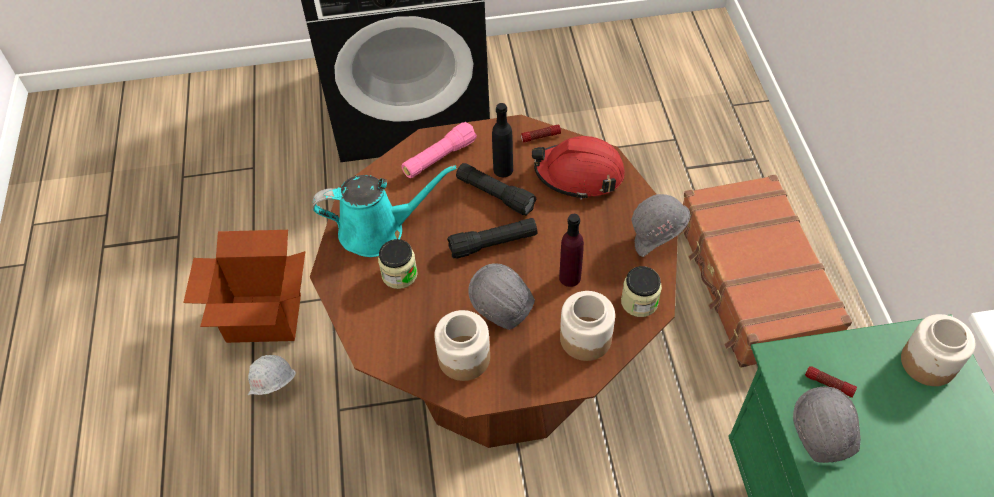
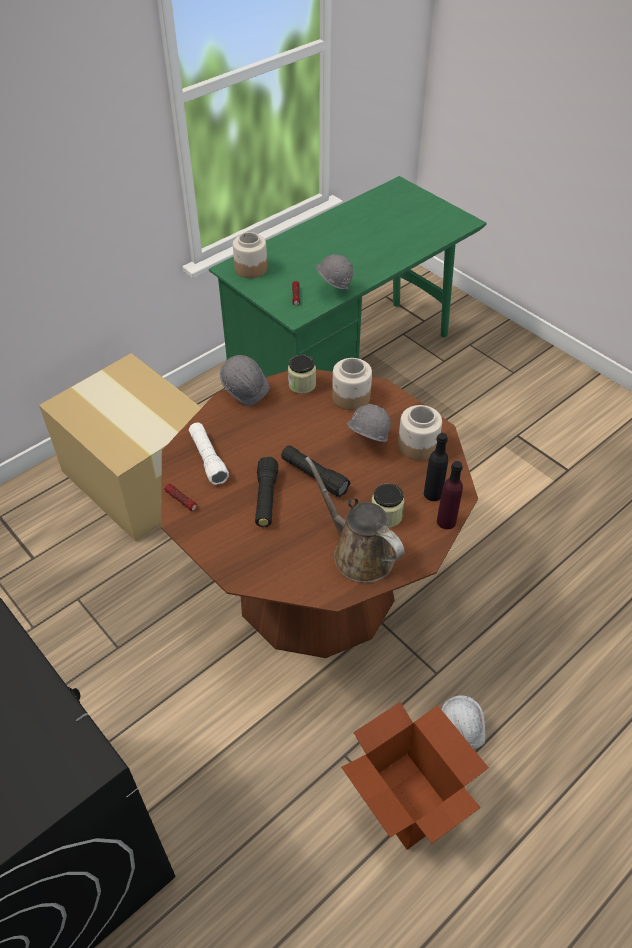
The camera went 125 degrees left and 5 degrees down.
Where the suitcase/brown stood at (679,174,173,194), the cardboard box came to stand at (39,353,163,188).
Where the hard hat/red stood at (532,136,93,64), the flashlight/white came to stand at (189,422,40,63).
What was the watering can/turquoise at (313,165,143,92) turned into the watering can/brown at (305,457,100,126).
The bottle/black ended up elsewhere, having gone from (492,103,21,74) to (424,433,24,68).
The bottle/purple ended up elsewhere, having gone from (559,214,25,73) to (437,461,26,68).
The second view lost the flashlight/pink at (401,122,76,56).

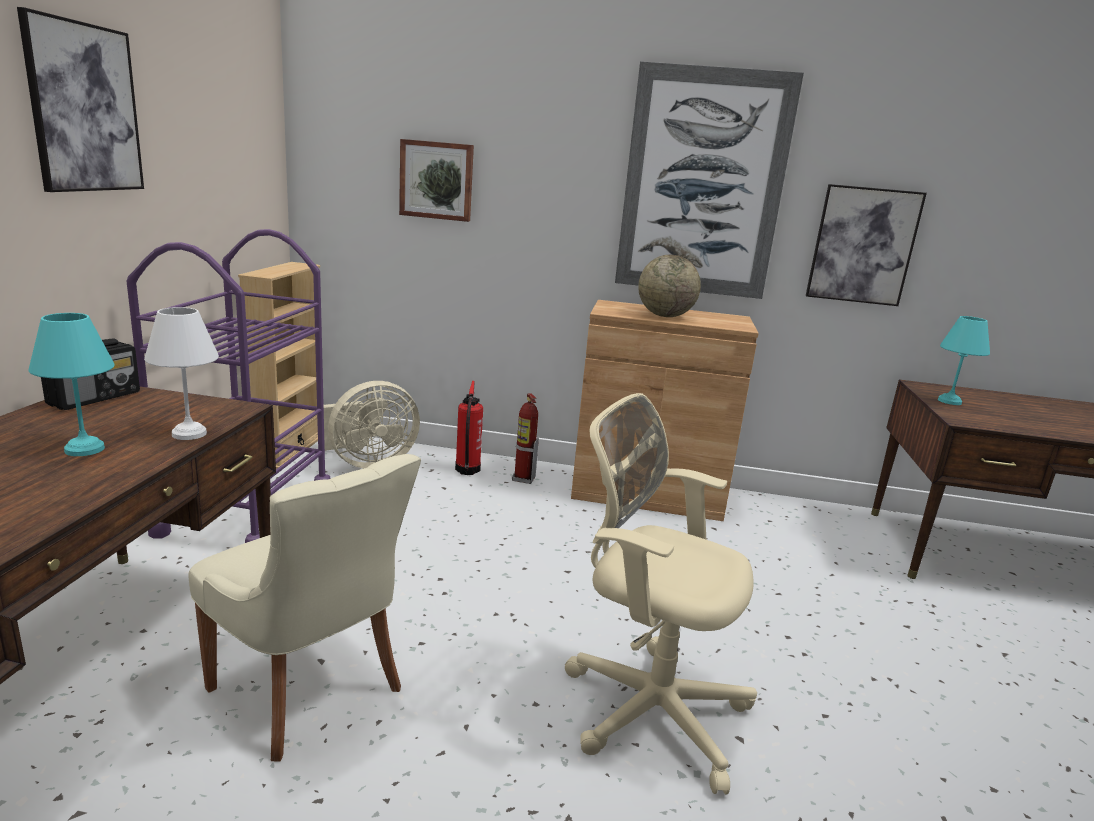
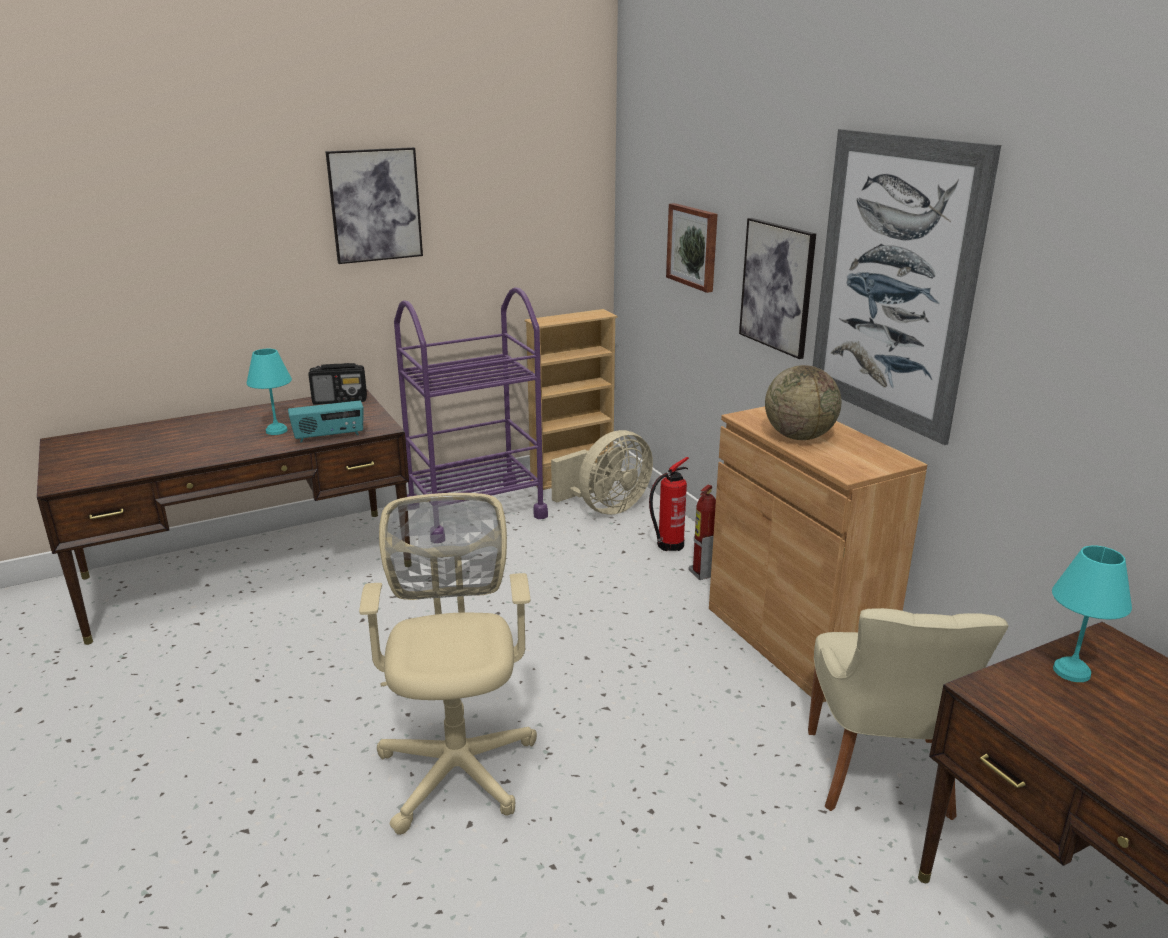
The camera went 55 degrees right and 5 degrees up.
Where the table lamp/white stood at (144,307,75,133), the radio came to stand at (288,400,76,42).
The fan/beige at (324,381,96,88) ended up facing another way, 60 degrees counterclockwise from before.
The picture ended up elsewhere, having gone from (806,184,121,122) to (739,218,77,141).
The chair/beige ended up elsewhere, having gone from (188,454,233,307) to (808,608,201,212).

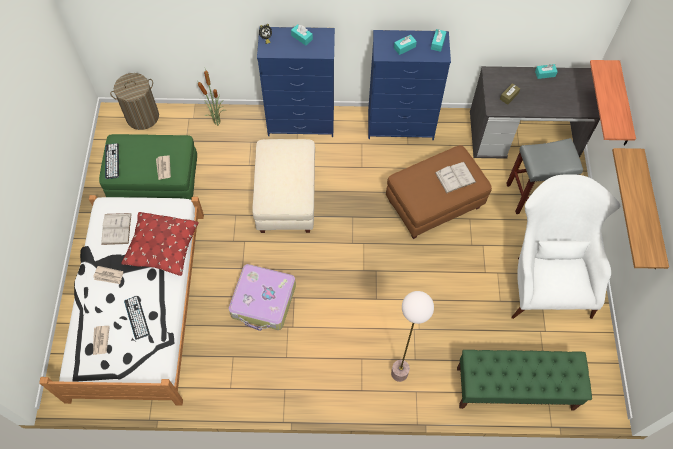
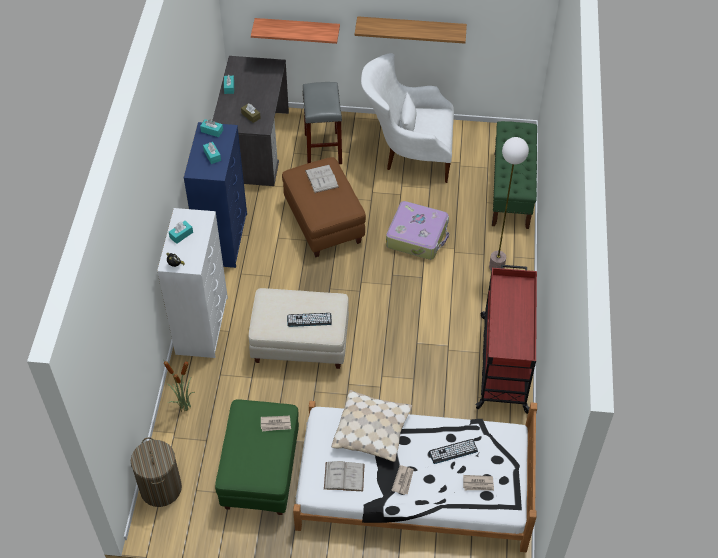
The camera went 85 degrees left and 10 degrees down.
What was the dresser/blue at (257,27,78,110) turned into the dresser/white at (157,208,71,150).
The keyboard ended up elsewhere, having gone from (105,143,14,36) to (287,313,45,14).
What was the pillow/red at (121,212,78,64) turned into the pillow/beige at (331,390,81,72).
The suitcase ended up elsewhere, having gone from (229,264,67,67) to (386,201,63,59).
The second view gained the cart/red at (475,265,62,149).

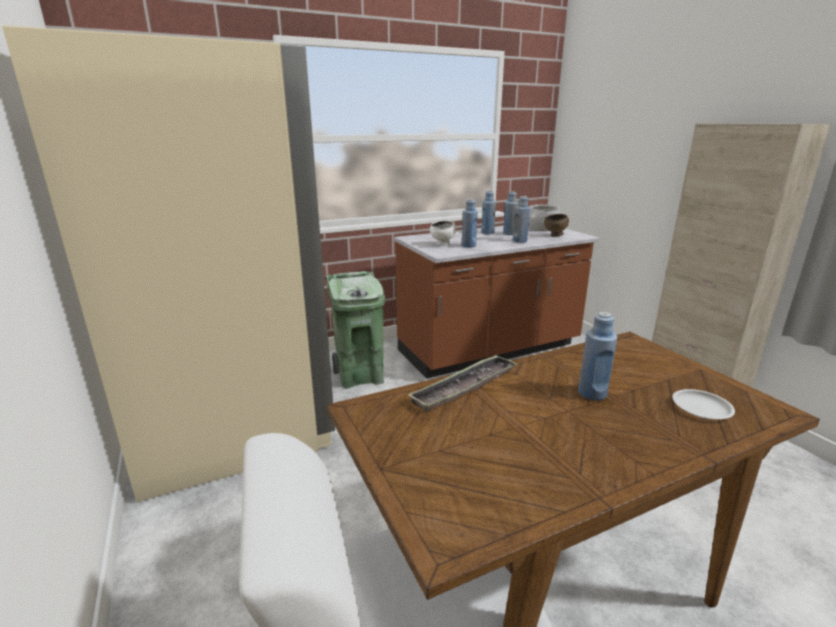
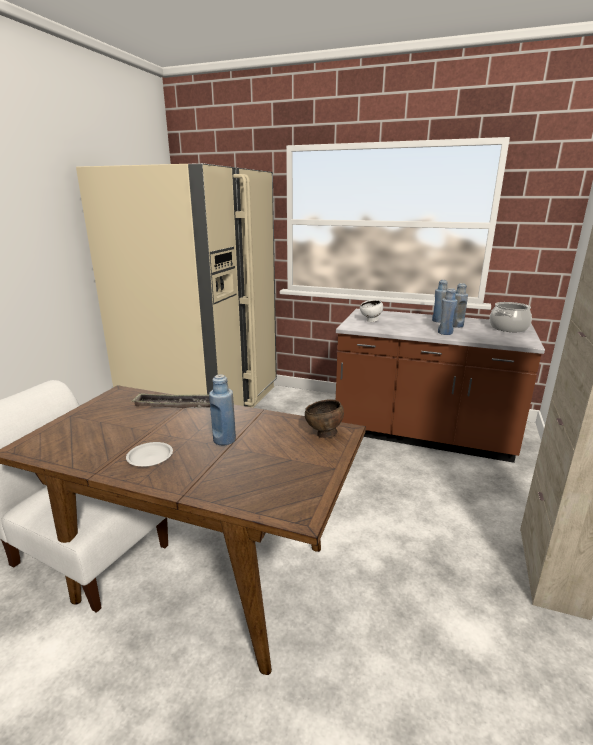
The camera went 45 degrees right and 0 degrees up.
The plate/white ended up elsewhere, having gone from (672,389,63,31) to (126,442,47,25).
The bowl/brown ended up elsewhere, having gone from (544,214,25,23) to (305,399,39,39).
The second view lost the trash can/green at (325,271,60,117).
The second view lost the bottle/blue at (461,199,17,49).

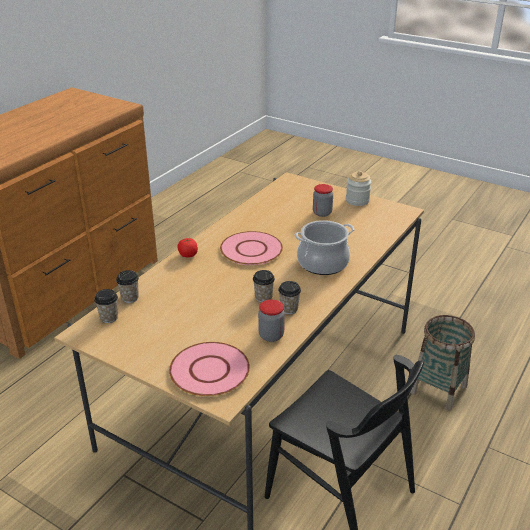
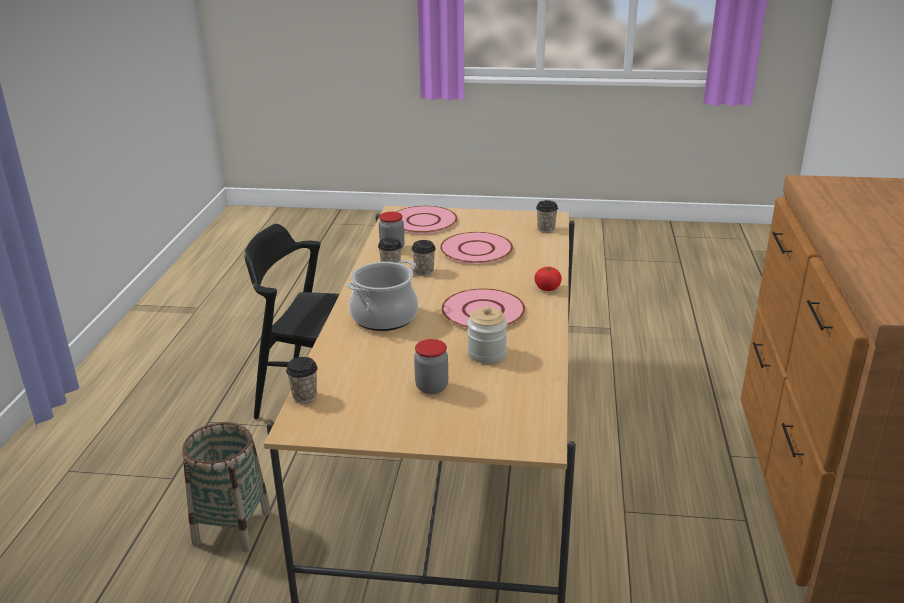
The camera went 155 degrees right and 5 degrees down.
The cup ended up elsewhere, having gone from (116,270,23,33) to (286,357,32,46).
The second view gained the plate/pink at (440,232,73,32).
The jar ended up elsewhere, having gone from (346,171,25,35) to (467,306,40,57).

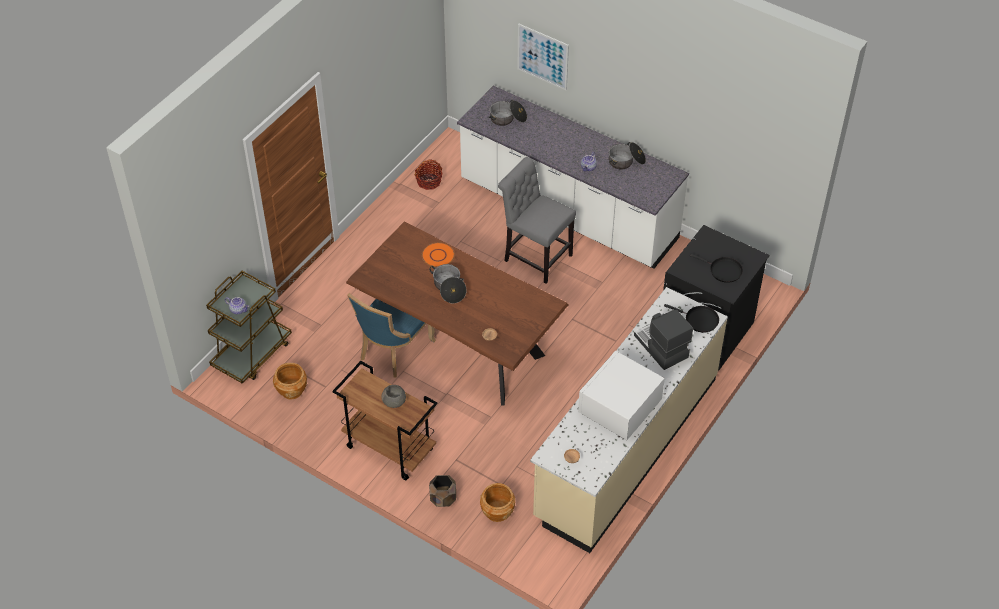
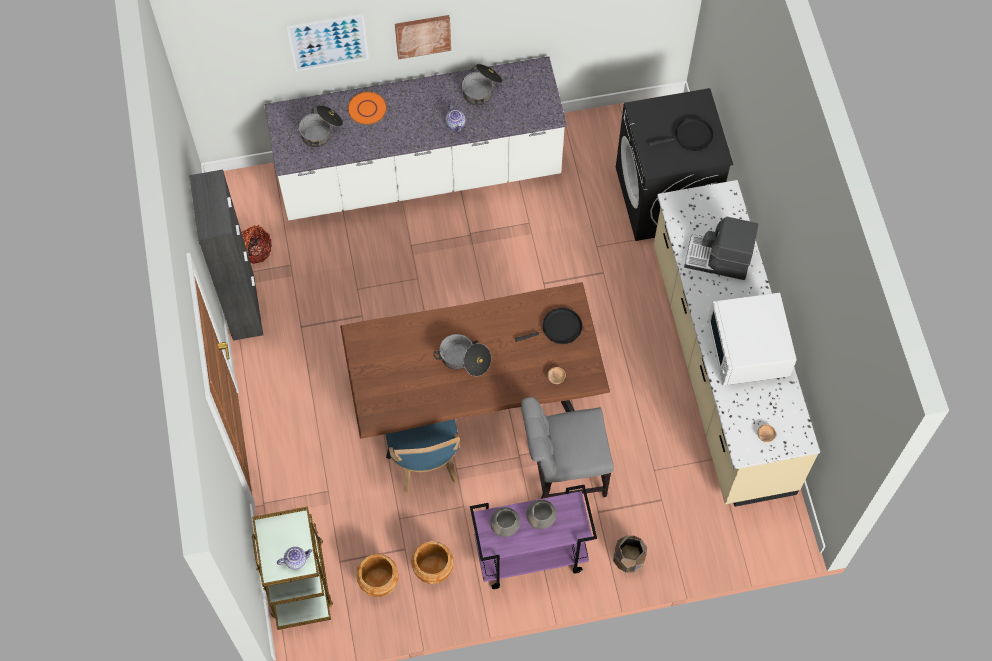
The camera went 45 degrees left and 15 degrees up.
The second view gained the cabinet/black at (189,170,74,171).
The plate/orange ended up elsewhere, having gone from (422,243,33,24) to (348,91,39,34).
The second view gained the picture at (395,15,56,44).
The planter/brown ended up elsewhere, having gone from (480,483,35,39) to (411,541,43,43).
What was the cart/brown at (332,361,105,119) turned into the cart/purple at (470,485,127,104).
The second view gained the bowl/grey at (490,507,30,30).
The frying pan/black ended up elsewhere, having gone from (664,304,55,29) to (515,308,67,36).
The chair/grey ended up elsewhere, having gone from (498,157,78,127) to (521,397,93,102).

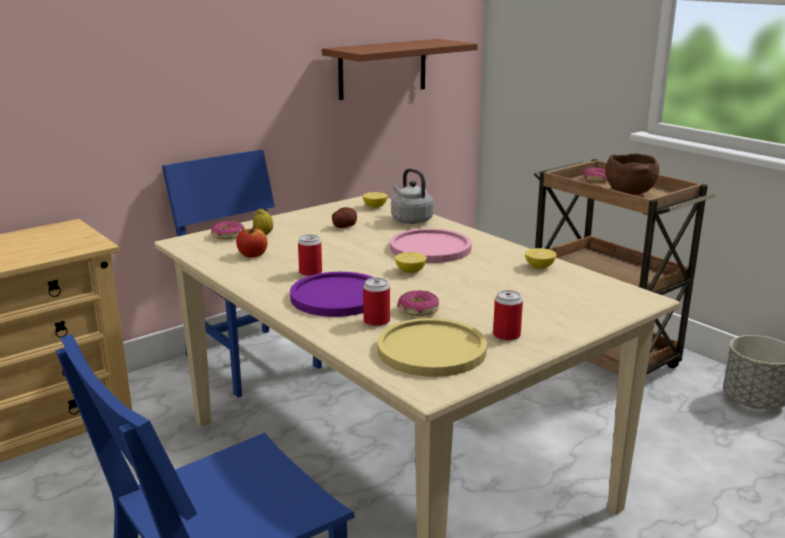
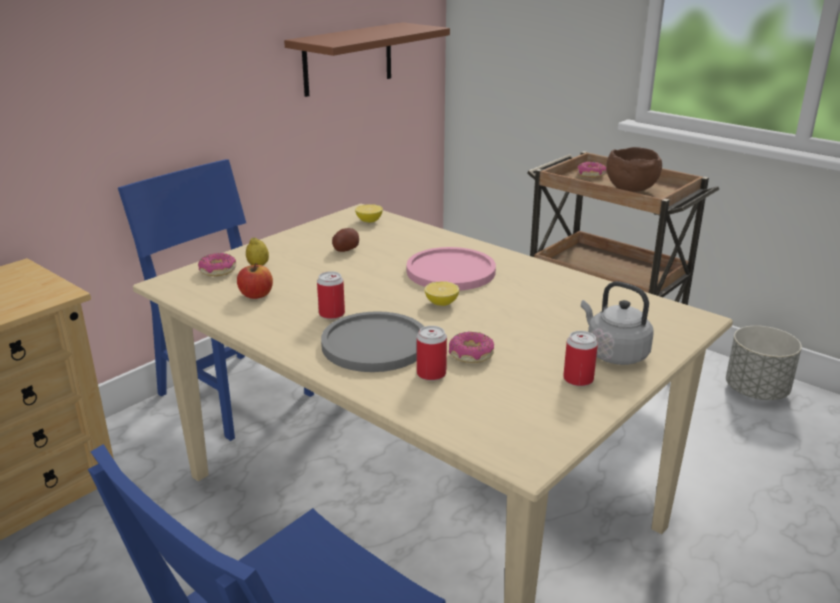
The camera went 10 degrees left and 5 degrees up.
What was the plate/purple at (290,272,84,45) turned into the plate/grey at (321,311,103,61).
The kettle/grey ended up elsewhere, having gone from (391,168,43,56) to (581,281,73,84).
The second view lost the plate/yellow at (377,318,110,59).
The second view lost the lemon at (525,248,31,21).

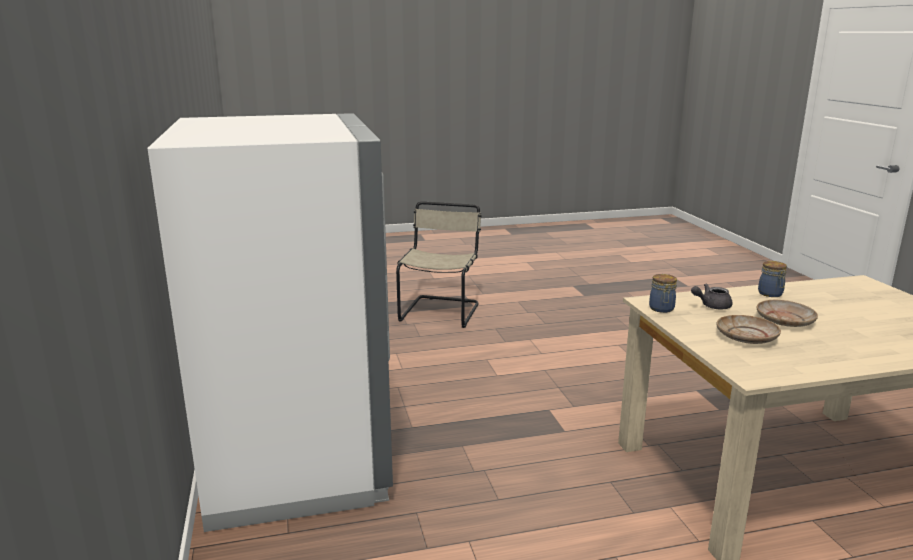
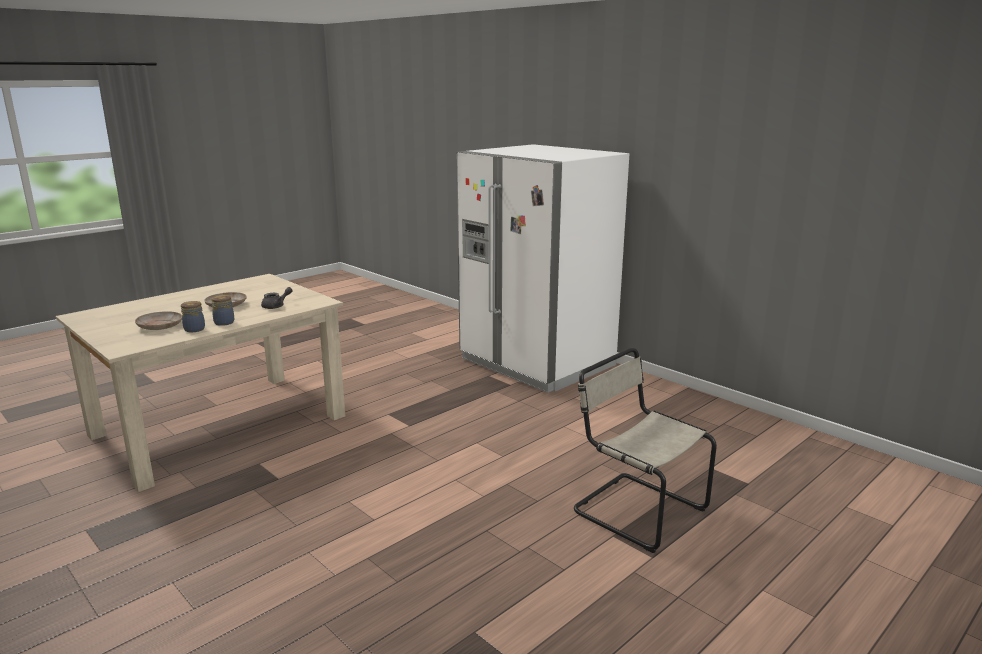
The camera went 150 degrees right and 0 degrees up.
The plate/beige ended up elsewhere, having gone from (717,315,64,29) to (135,311,47,19).
The jar ended up elsewhere, having gone from (649,274,28,39) to (181,301,24,31).
The chair/beige at (396,201,86,127) ended up facing another way, 150 degrees clockwise from before.

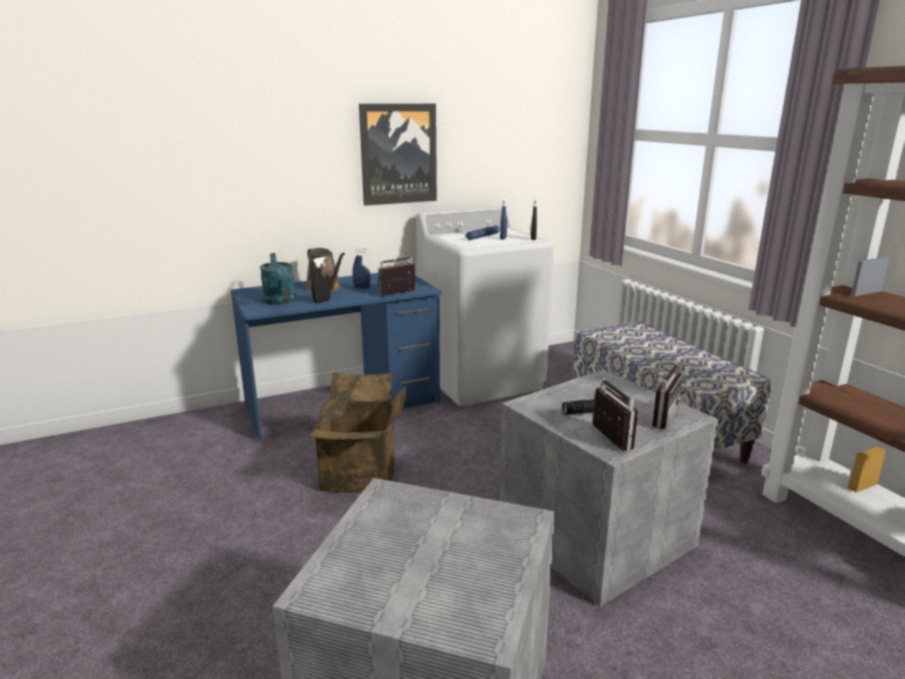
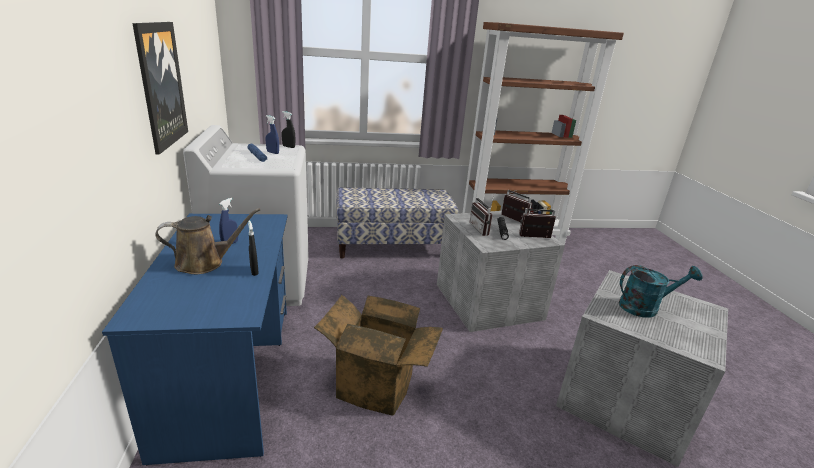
The camera went 75 degrees left and 5 degrees up.
The radio ended up elsewhere, having gone from (378,252,37,44) to (469,195,25,41).
The watering can/turquoise ended up elsewhere, having gone from (260,253,36,52) to (619,265,84,53).

